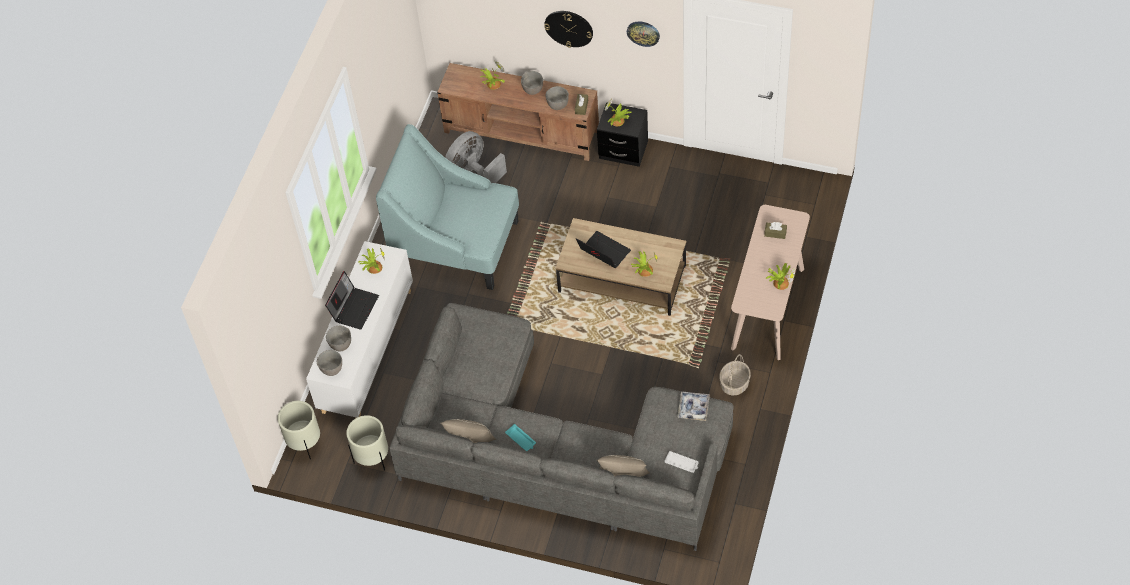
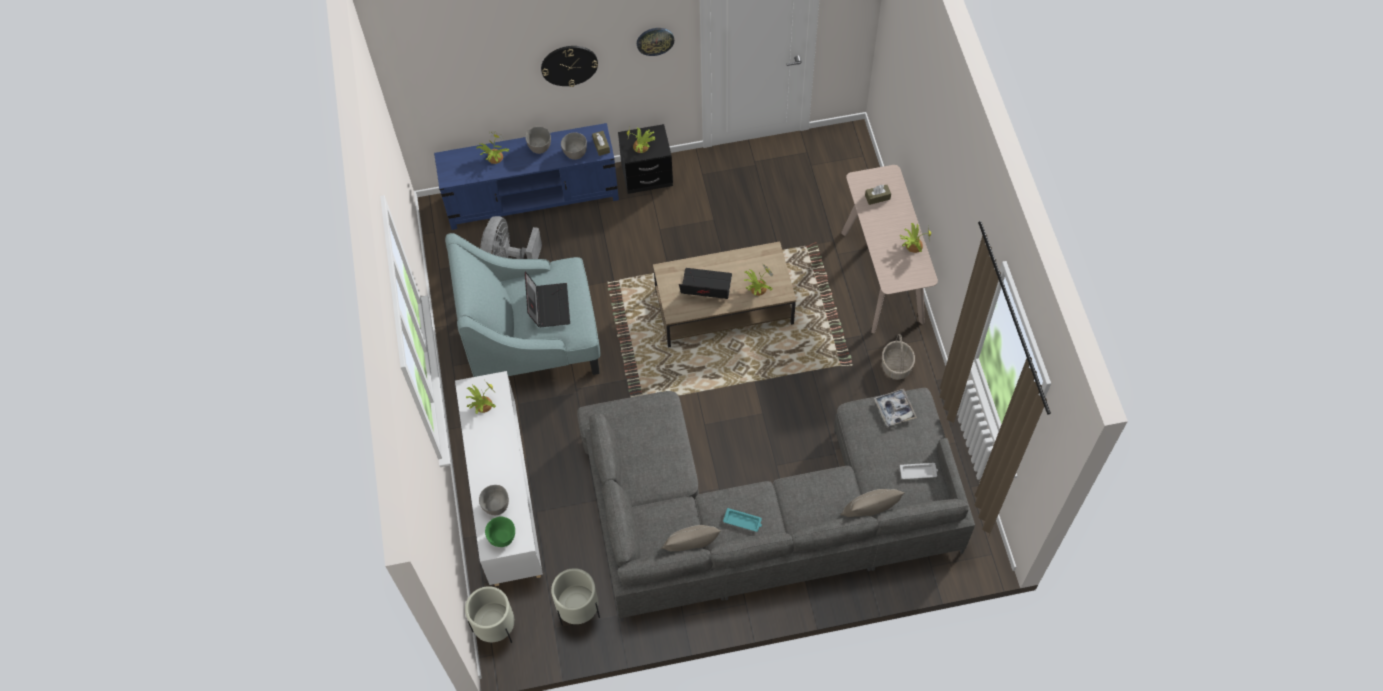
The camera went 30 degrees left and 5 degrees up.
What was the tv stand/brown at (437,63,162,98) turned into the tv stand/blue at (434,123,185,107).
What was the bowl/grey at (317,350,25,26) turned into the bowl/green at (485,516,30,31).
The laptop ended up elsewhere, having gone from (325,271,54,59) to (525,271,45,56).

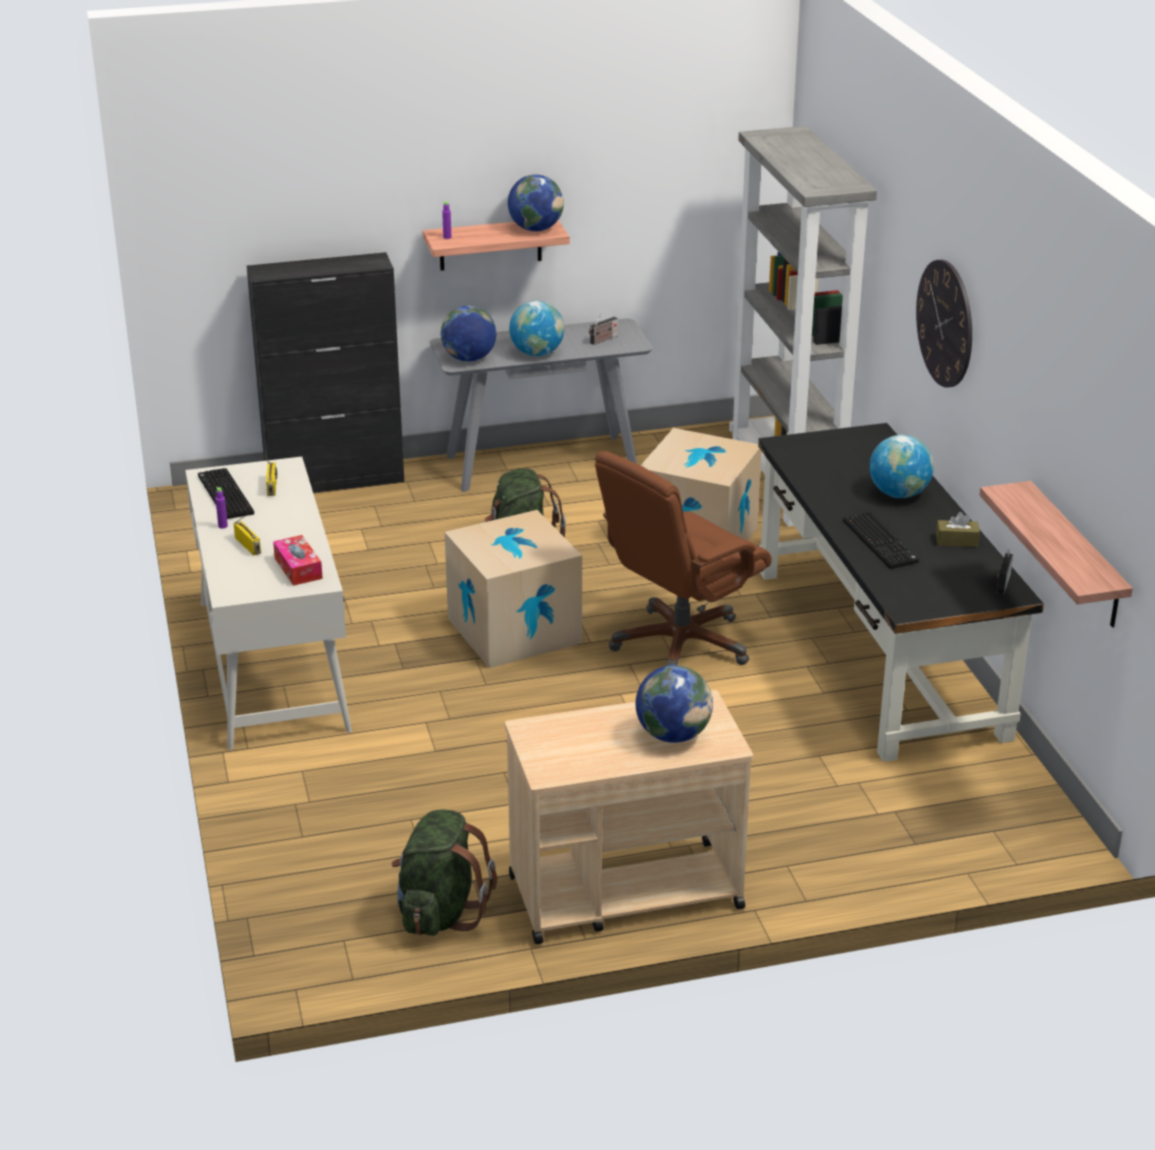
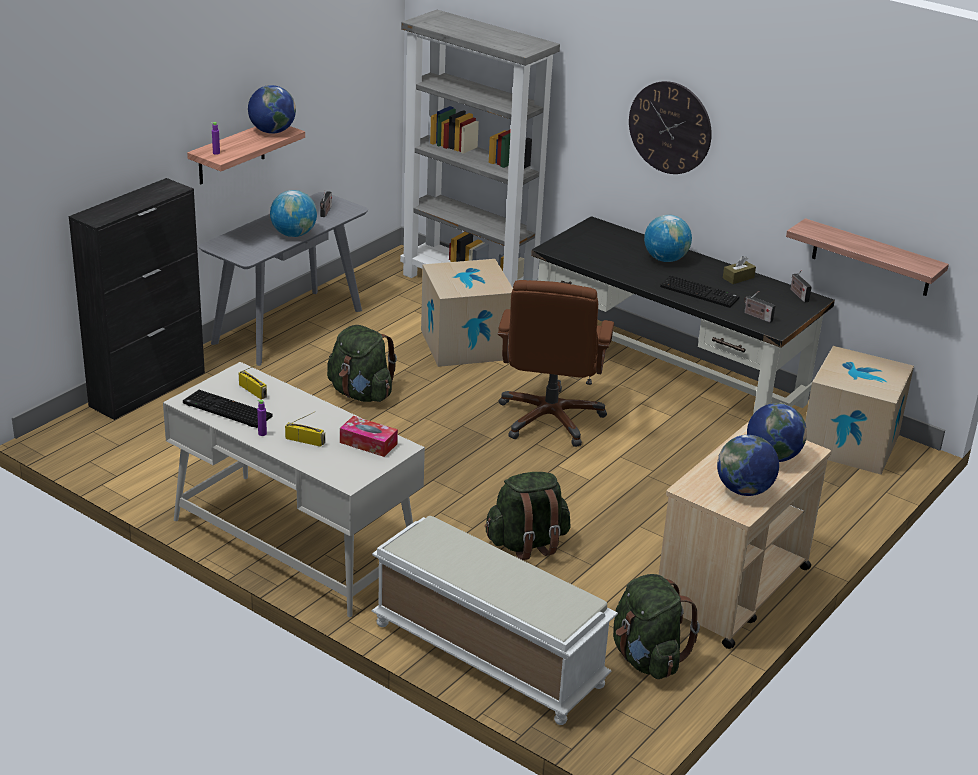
The camera went 40 degrees left and 0 degrees up.
The second view gained the bench/white at (372,516,246,209).
The second view gained the backpack/green at (485,472,86,88).
The globe ended up elsewhere, having gone from (441,306,55,56) to (717,435,62,61).
The second view gained the radio at (744,291,31,32).
The cardboard box ended up elsewhere, having gone from (445,510,137,158) to (805,346,109,129).

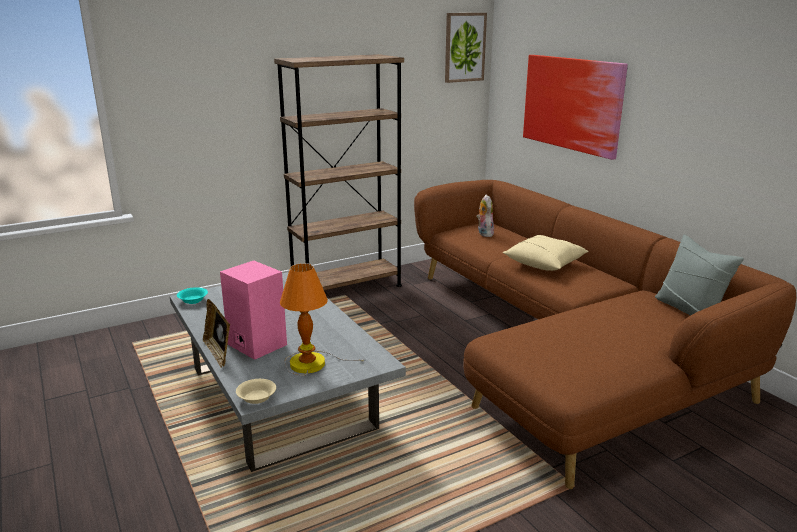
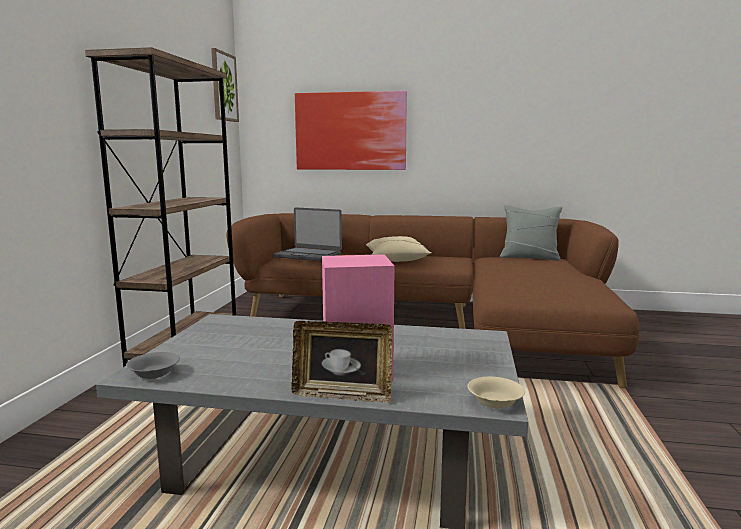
The camera went 50 degrees left and 10 degrees down.
What was the bowl/turquoise at (177,287,31,17) turned into the bowl/grey at (126,352,54,27).
Where the plush toy stood at (476,194,18,43), the laptop came to stand at (273,207,69,54).
The second view lost the table lamp at (280,263,85,113).

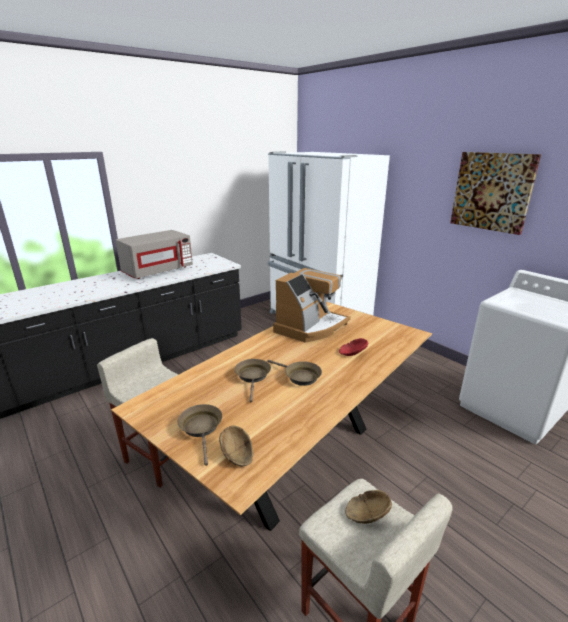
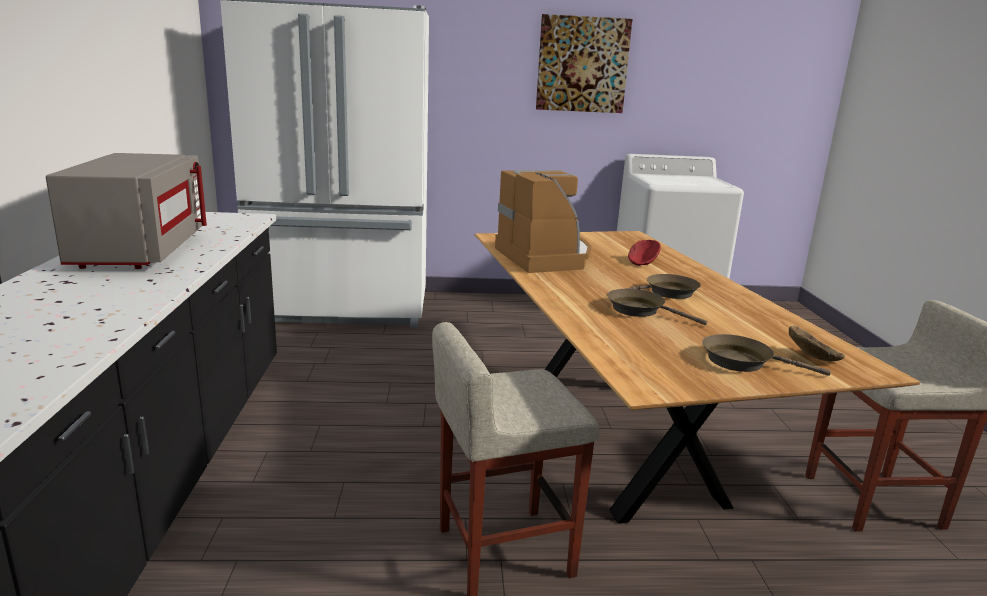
The camera went 55 degrees left and 5 degrees down.
The second view lost the bowl/brown at (345,490,47,34).

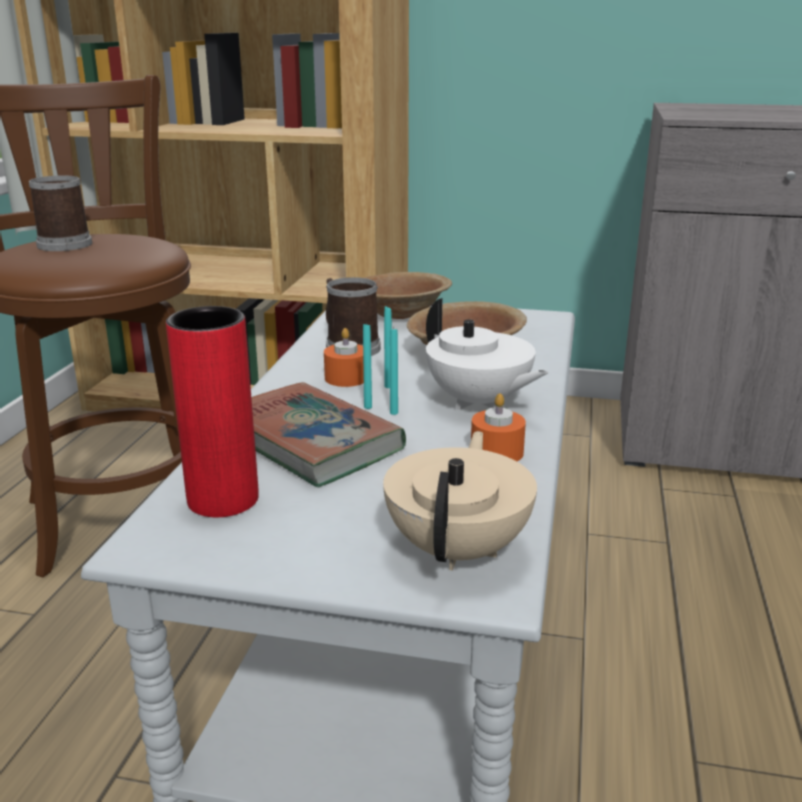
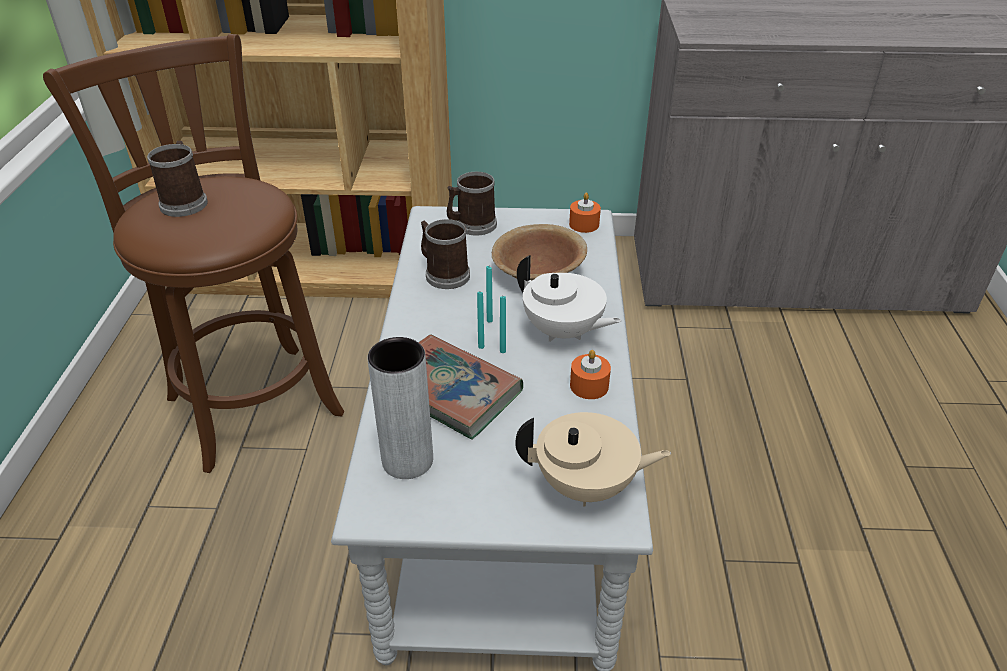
The camera went 10 degrees left and 15 degrees up.
What was the vase/red at (166,306,93,211) turned into the vase/grey at (367,337,66,142).
Where the bowl/brown stood at (365,272,87,47), the mug came to stand at (447,172,50,63).
The teapot/beige at (383,431,154,140) ended up facing another way, 90 degrees clockwise from before.
The candle/orange ended up elsewhere, having gone from (324,328,40,59) to (569,192,32,41).

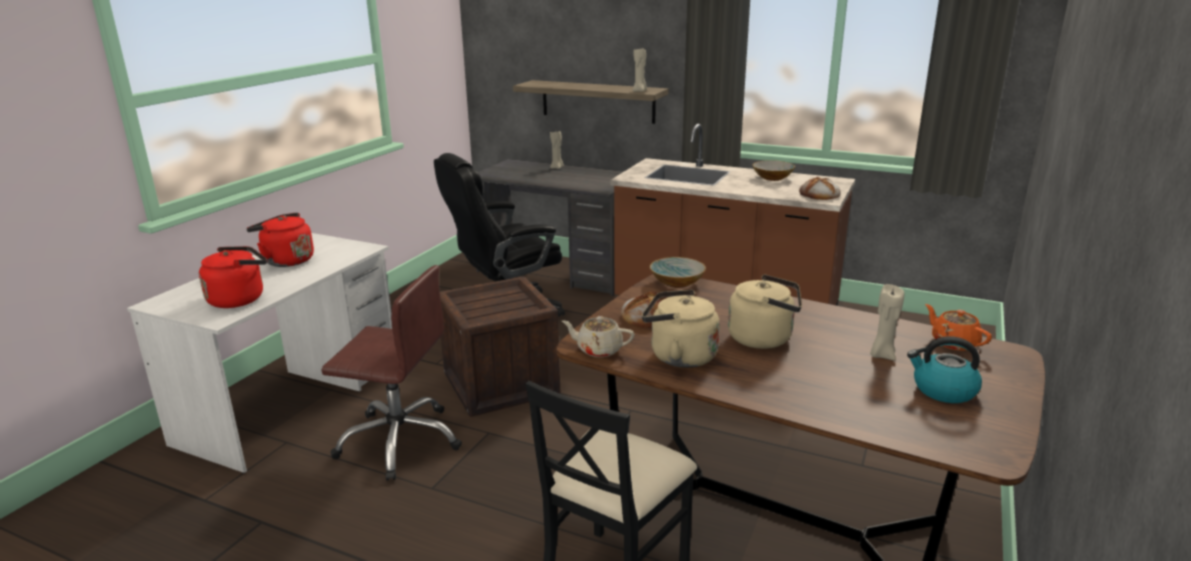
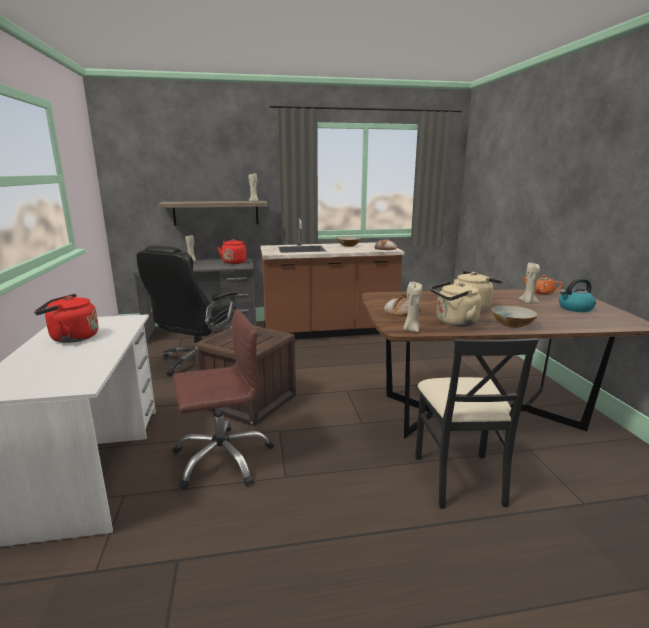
The camera went 35 degrees left and 5 degrees down.
The kettle/red ended up elsewhere, having gone from (199,246,68,62) to (217,239,32,25).
Where the teapot/beige stood at (562,316,72,41), the candle/beige came to stand at (403,282,19,50).
The bowl ended up elsewhere, having gone from (650,257,56,31) to (491,305,47,23).

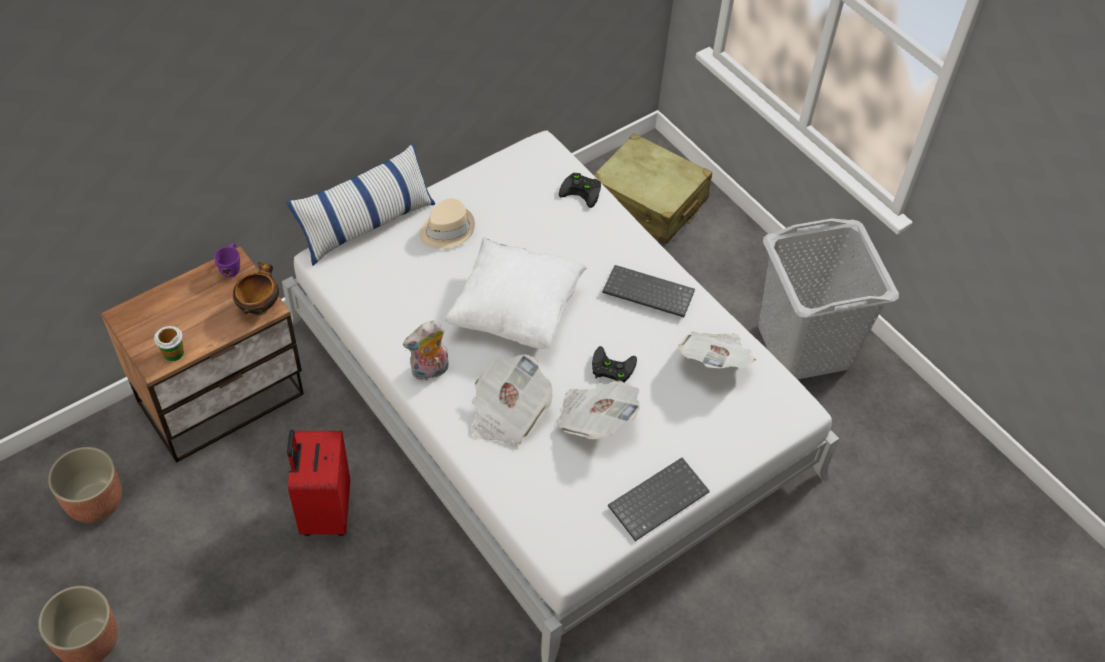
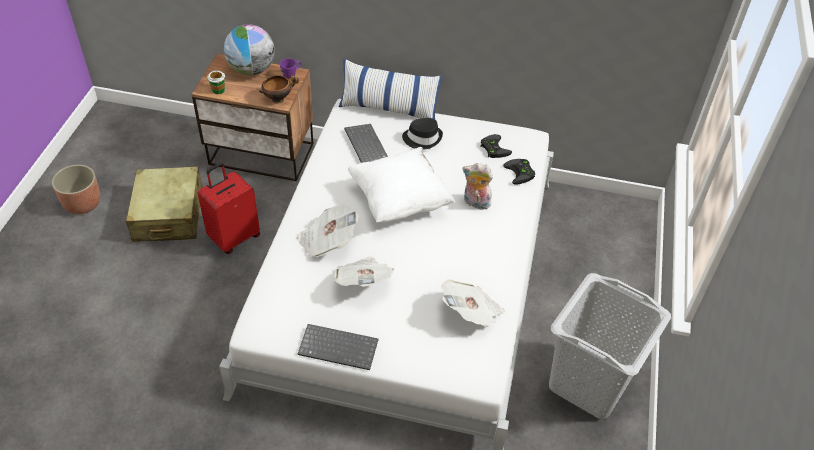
The camera went 50 degrees right and 5 degrees down.
The suitcase/beige ended up elsewhere, having gone from (593,133,119,111) to (126,166,77,76).
The second view gained the globe at (224,24,51,52).
The keyboard ended up elsewhere, having gone from (602,265,93,52) to (344,124,44,39).
What was the hat/beige at (420,198,55,51) turned into the hat/black at (402,118,41,32).
The plush toy ended up elsewhere, having gone from (403,320,46,61) to (463,163,30,47).
The game controller/black ended up elsewhere, having gone from (592,346,45,36) to (480,134,32,24).
The second view lost the planter at (48,447,74,76).

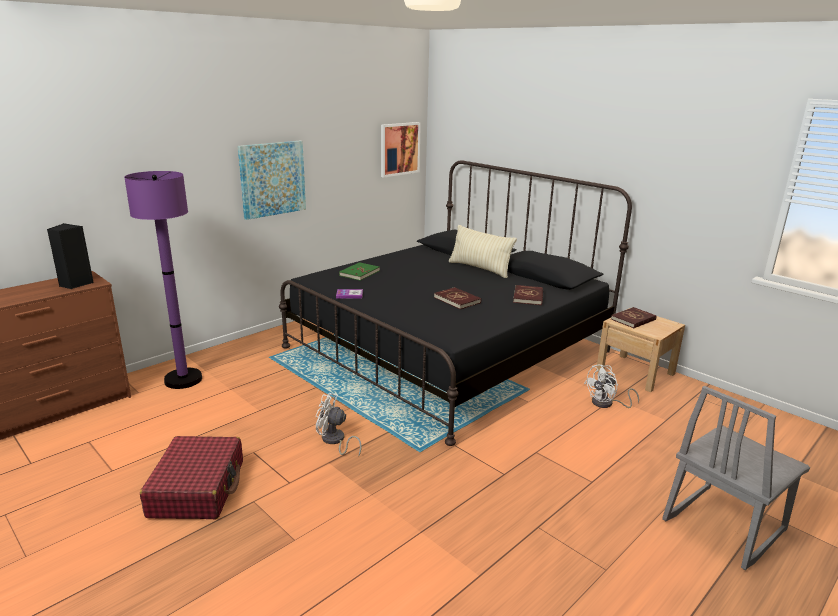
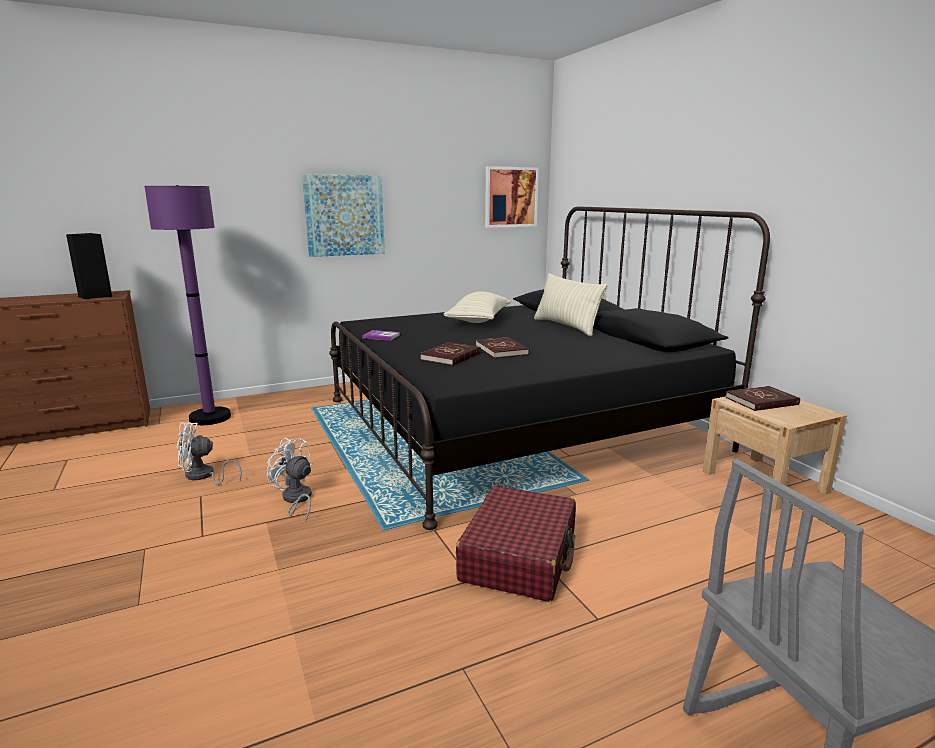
The camera went 20 degrees right and 5 degrees down.
The fan/white ended up elsewhere, having gone from (584,364,55,44) to (177,422,65,63).
The book/red ended up elsewhere, having gone from (513,285,30,20) to (420,342,61,24).
The second view gained the pillow/beige at (444,291,67,32).
The suitcase/red ended up elsewhere, having gone from (140,436,103,83) to (456,486,120,116).
The second view lost the book/green at (339,262,41,19).

